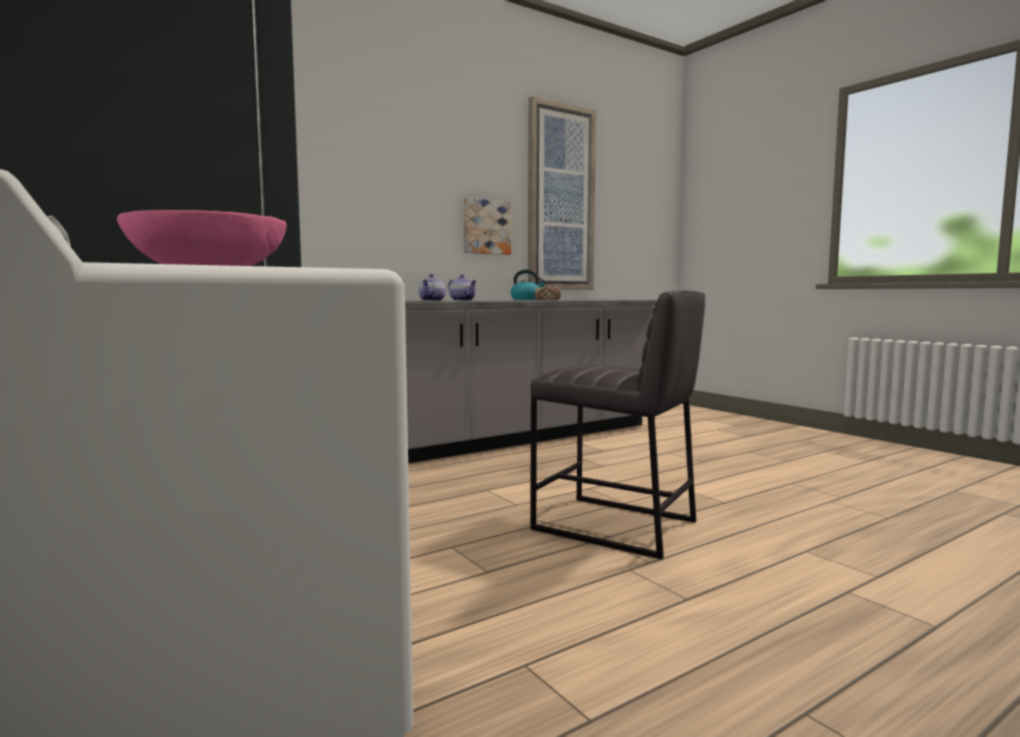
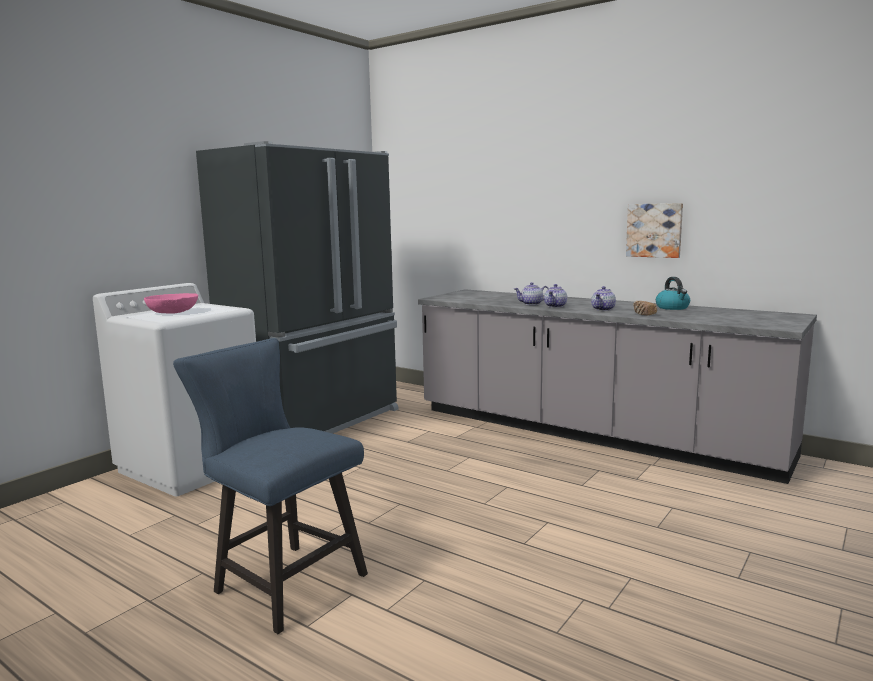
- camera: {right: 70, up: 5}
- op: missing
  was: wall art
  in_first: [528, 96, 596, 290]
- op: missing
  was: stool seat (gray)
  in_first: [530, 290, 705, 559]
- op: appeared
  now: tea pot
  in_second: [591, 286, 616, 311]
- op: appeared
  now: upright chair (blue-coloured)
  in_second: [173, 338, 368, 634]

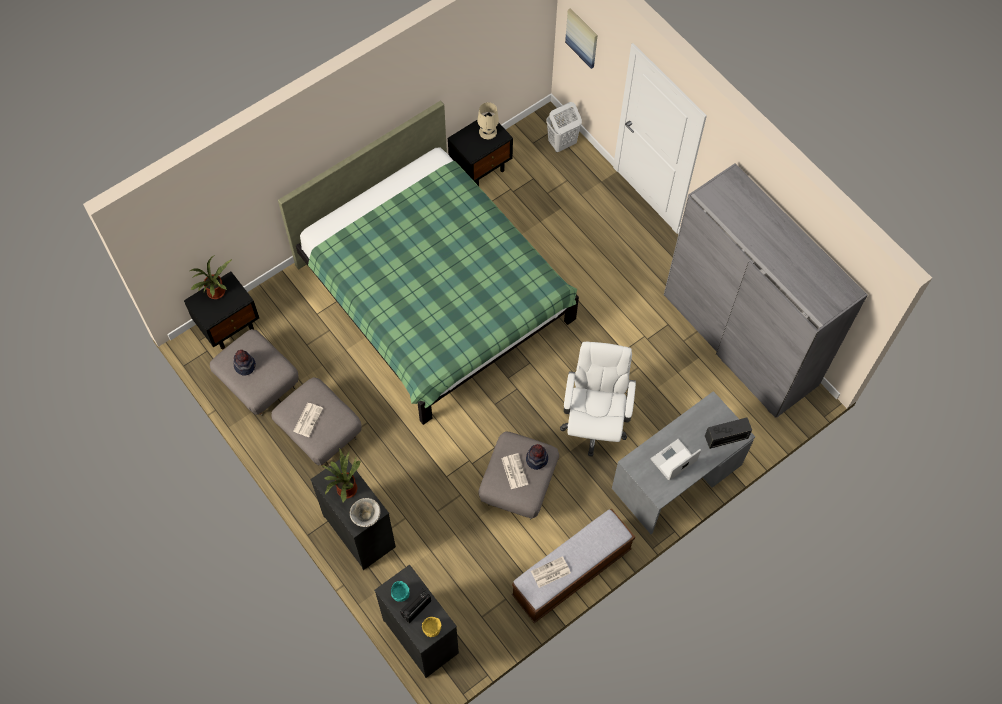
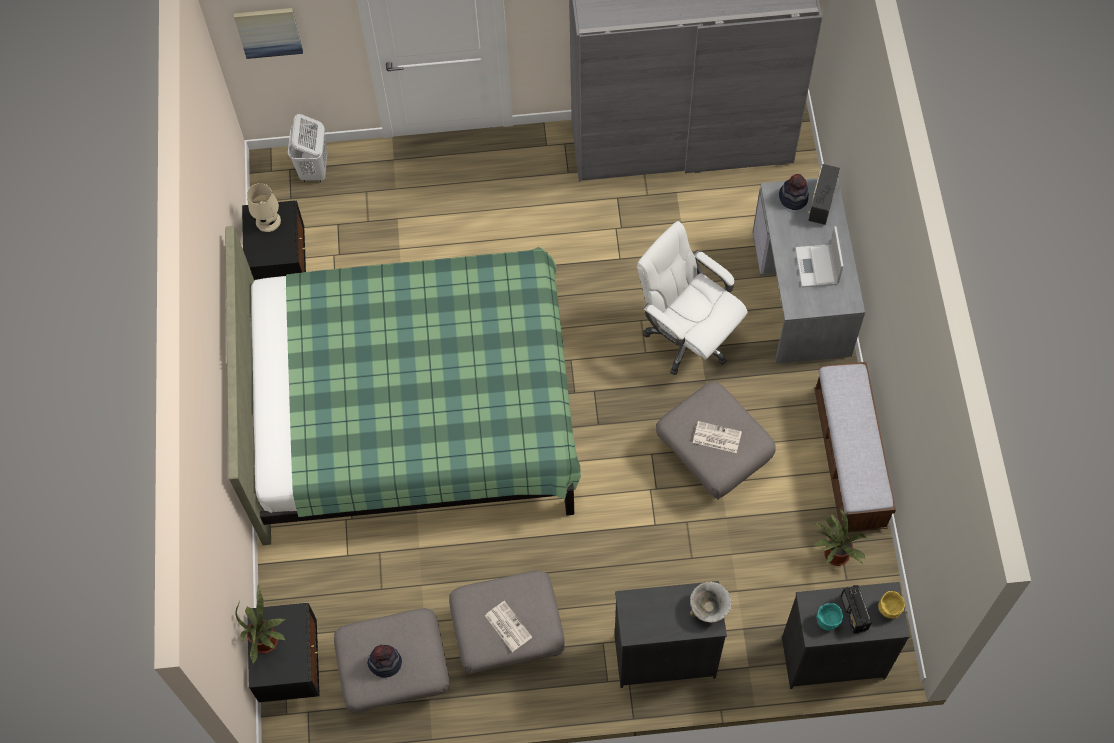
- camera: {right: -55, up: 0}
- op: relocated
  was: wearable hat
  in_first: [526, 444, 548, 470]
  in_second: [779, 174, 809, 210]
- op: relocated
  was: plant in a pot
  in_first: [322, 448, 361, 502]
  in_second: [813, 508, 867, 566]
- op: missing
  was: newspaper
  in_first: [531, 556, 571, 588]

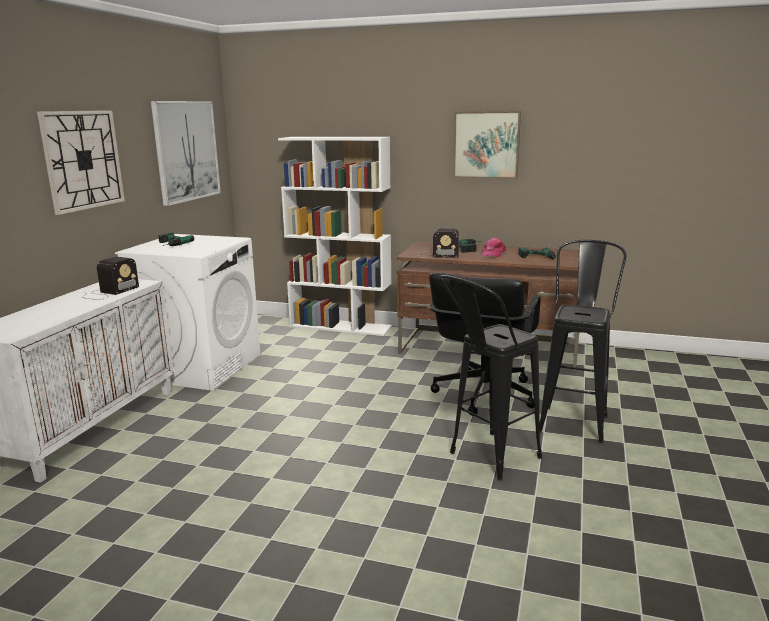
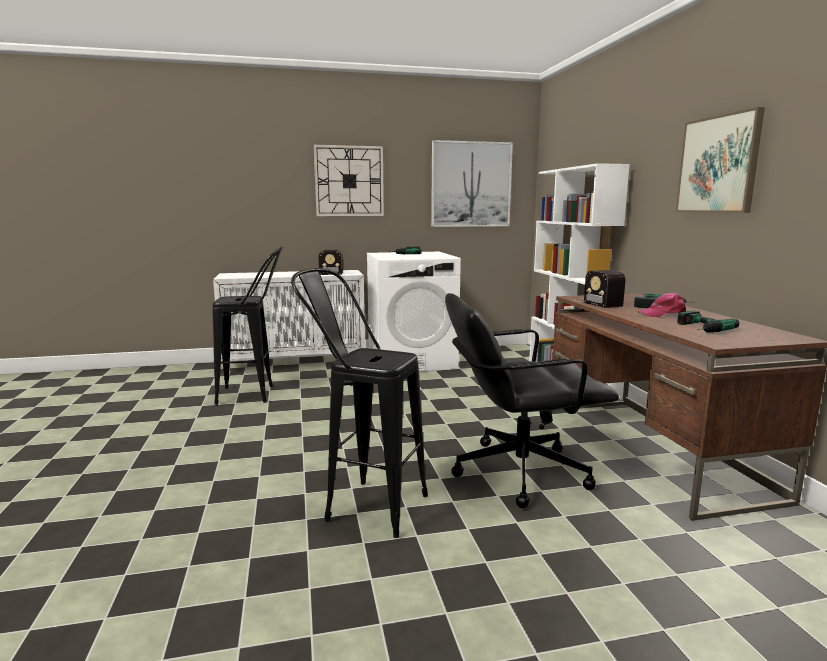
- camera: {right: 60, up: -5}
- op: relocated
  was: stool seat (black-coloured)
  in_first: [540, 240, 626, 443]
  in_second: [212, 246, 284, 405]

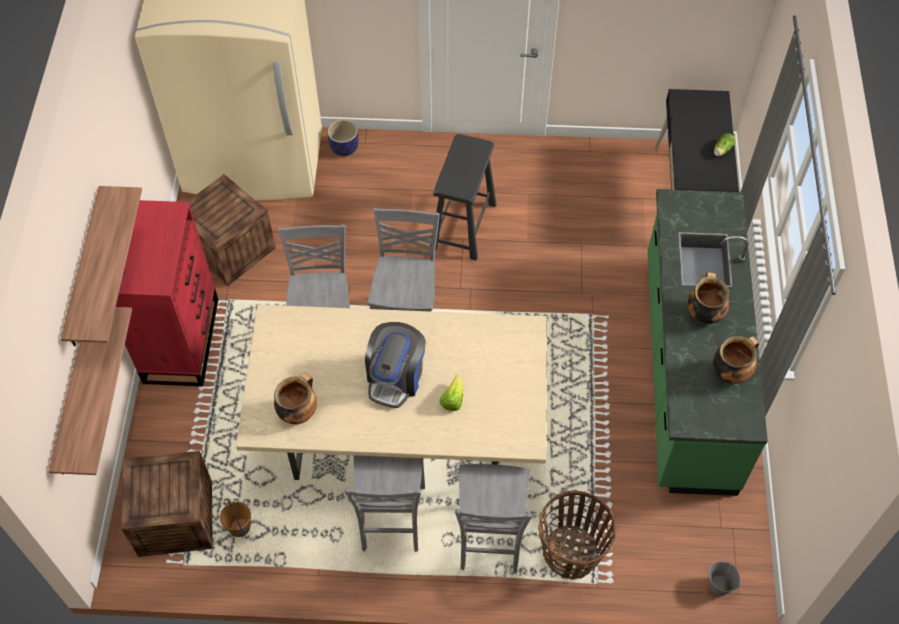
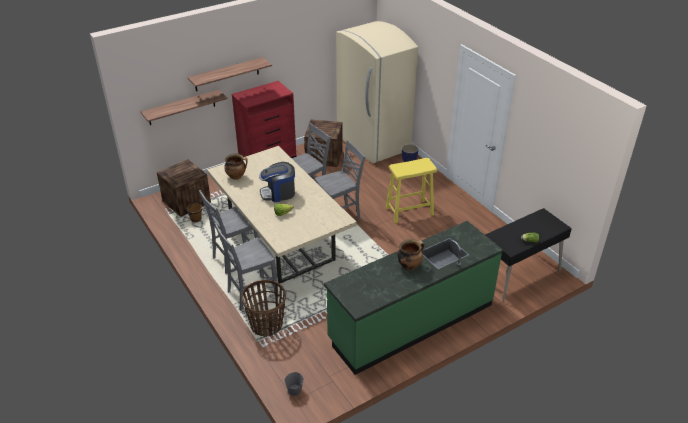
- camera: {right: 55, up: -20}
- op: colour
  was: stool seat (black-coloured)
  now: stool seat (yellow)
  in_first: [430, 134, 496, 261]
  in_second: [386, 158, 437, 223]
- op: missing
  was: saucepot
  in_first: [713, 336, 759, 384]

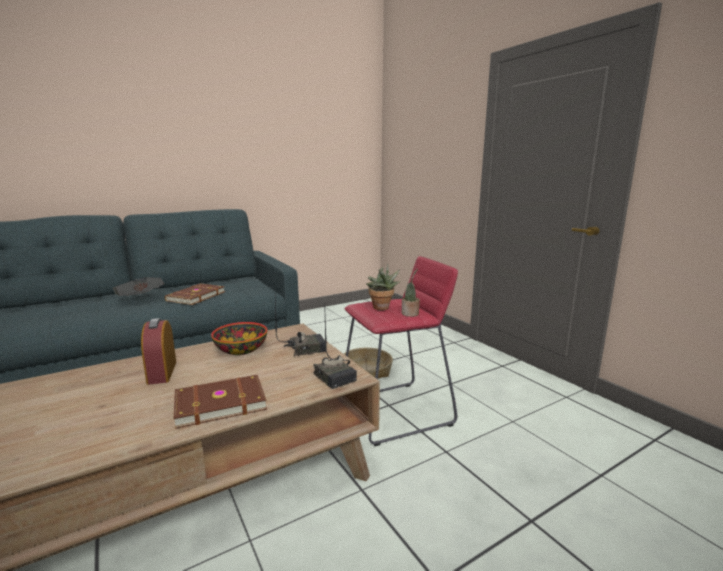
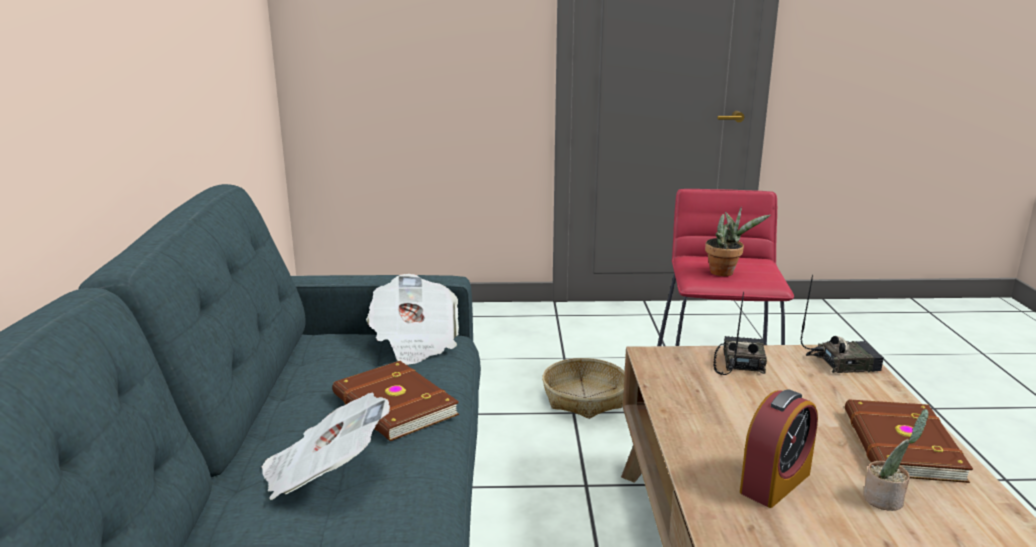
- camera: {right: -60, up: 5}
- op: relocated
  was: plant in a pot
  in_first: [401, 269, 420, 317]
  in_second: [863, 409, 929, 511]
- op: spun
  was: bedside clock
  in_first: [141, 318, 176, 385]
  in_second: [740, 390, 818, 508]
  clockwise: -60
- op: missing
  was: serving bowl
  in_first: [211, 322, 268, 355]
- op: appeared
  now: newspaper
  in_second: [366, 274, 459, 365]

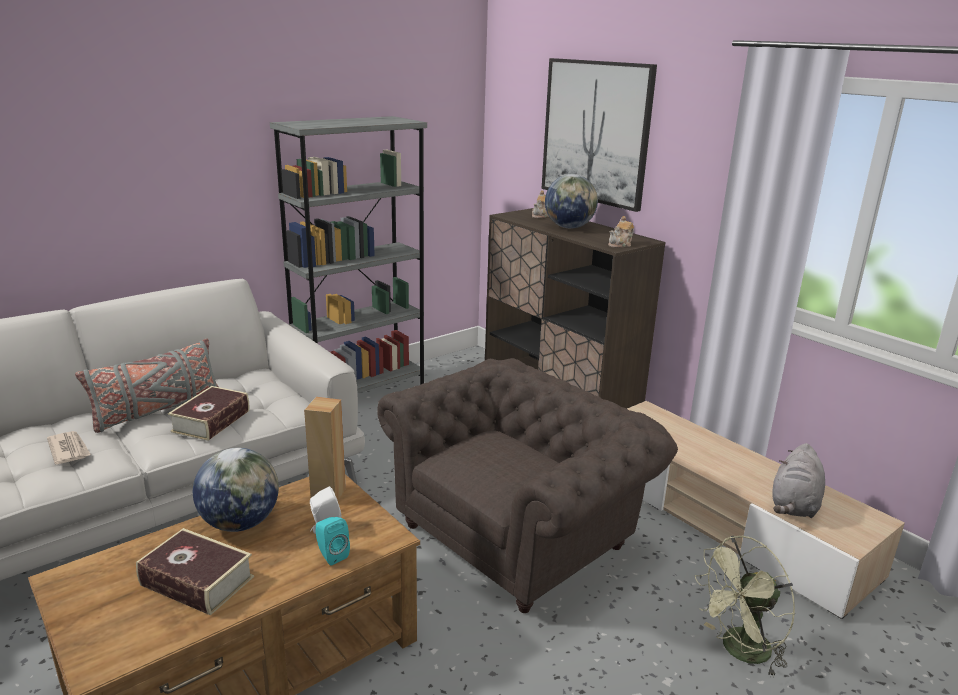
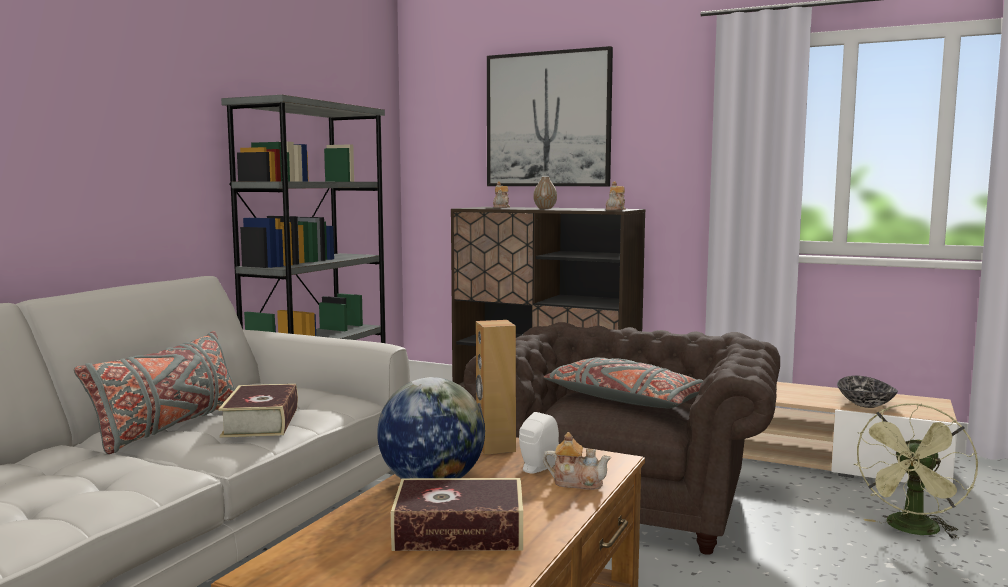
- camera: {right: -25, up: -15}
- op: exchanged
  was: desk globe
  now: vase
  in_first: [545, 174, 598, 229]
  in_second: [533, 177, 557, 209]
- op: missing
  was: newspaper
  in_first: [47, 431, 91, 465]
- op: exchanged
  was: plush toy (gray)
  now: serving bowl
  in_first: [772, 443, 825, 518]
  in_second: [837, 376, 898, 408]
- op: exchanged
  was: audio speaker (blue-green)
  now: tea pot
  in_first: [316, 517, 350, 565]
  in_second: [543, 432, 611, 490]
- op: appeared
  now: cushion (gray)
  in_second: [544, 357, 703, 409]

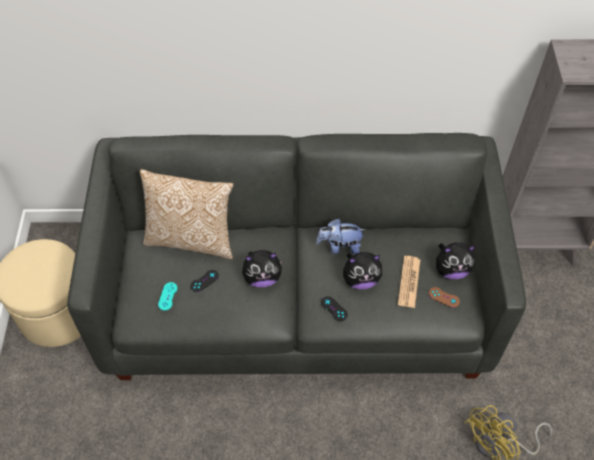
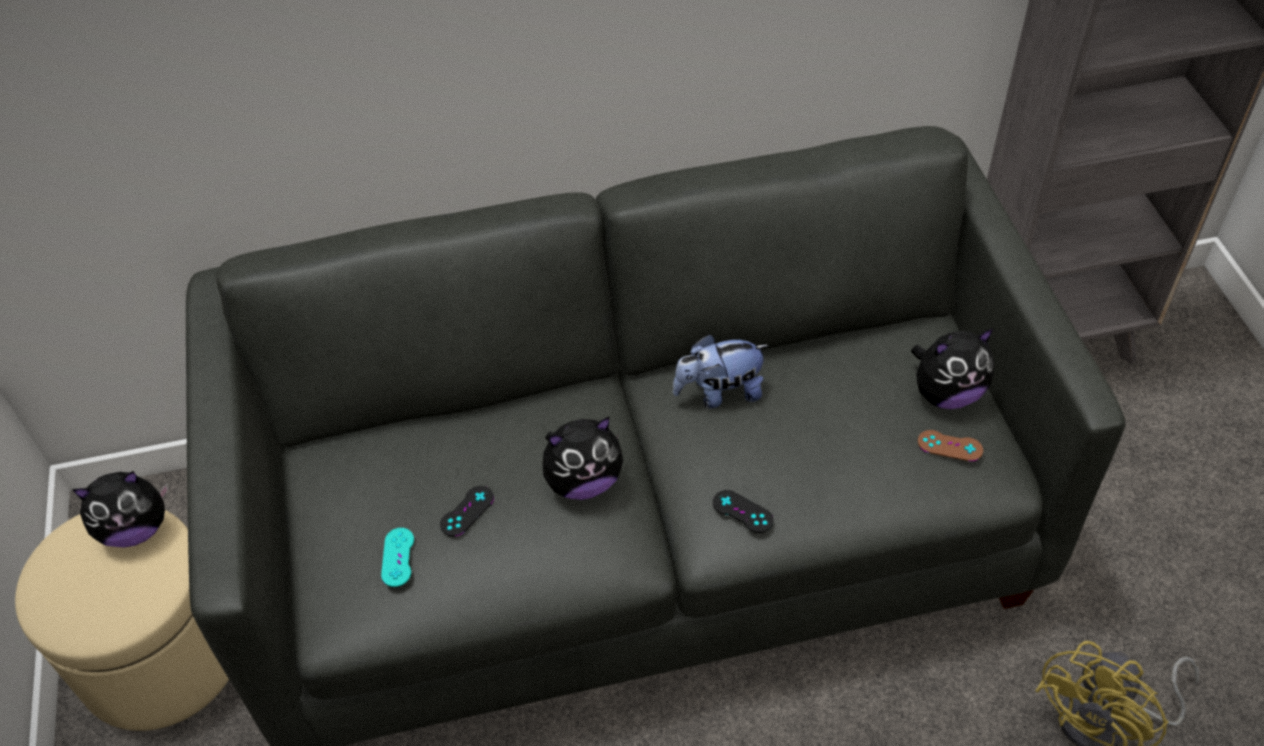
- camera: {right: -10, up: -5}
- op: missing
  was: cushion
  in_first: [140, 169, 234, 259]
- op: relocated
  was: plush toy
  in_first: [343, 252, 382, 289]
  in_second: [72, 471, 169, 547]
- op: missing
  was: newspaper
  in_first: [398, 256, 420, 308]

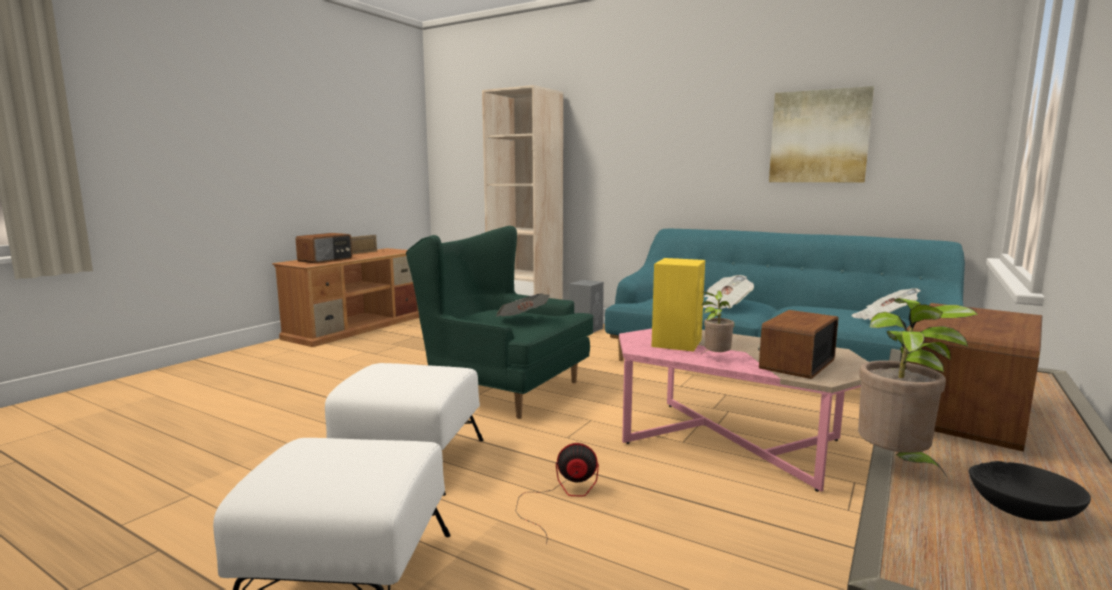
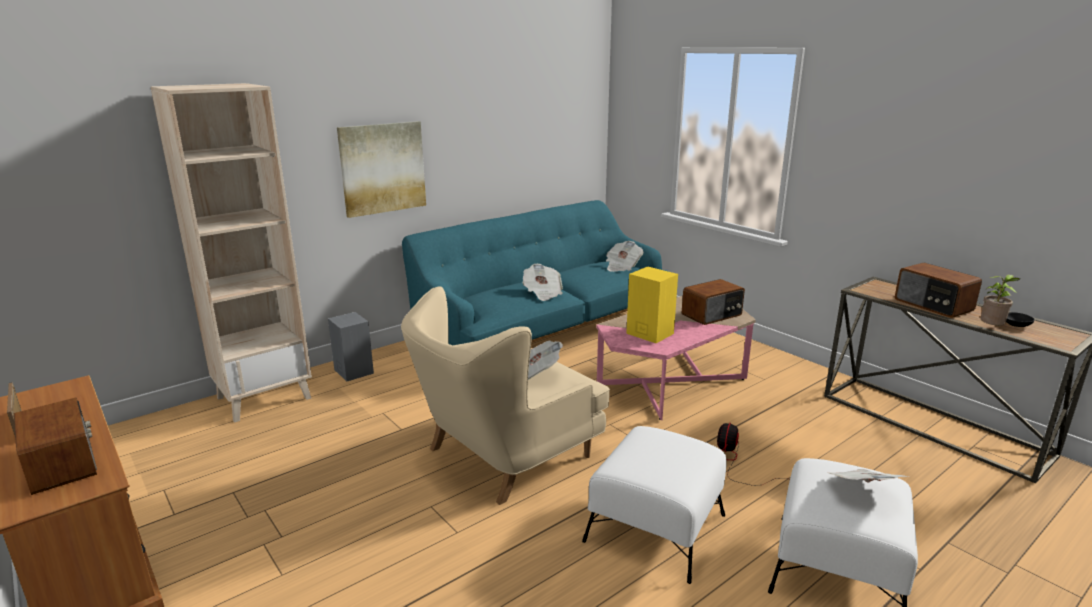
- camera: {right: -70, up: 10}
- op: relocated
  was: wall art
  in_first: [769, 86, 874, 182]
  in_second: [337, 121, 426, 218]
- op: colour
  was: easy chair (greenish)
  now: easy chair (beige)
  in_first: [406, 226, 594, 419]
  in_second: [401, 286, 610, 505]
- op: missing
  was: plant in a pot
  in_first: [702, 291, 734, 352]
- op: spun
  was: radio set
  in_first: [758, 310, 838, 379]
  in_second: [682, 279, 745, 325]
  clockwise: -90
- op: appeared
  now: newspaper
  in_second: [828, 469, 909, 483]

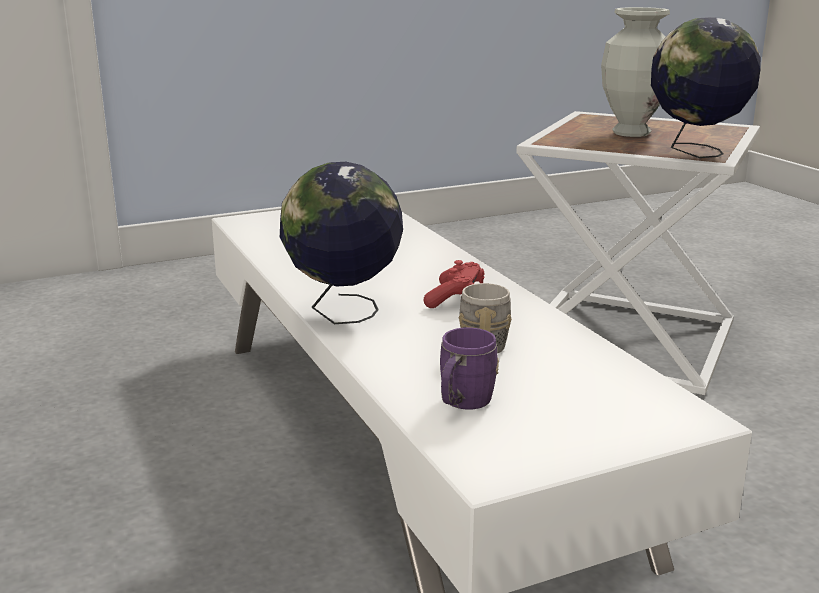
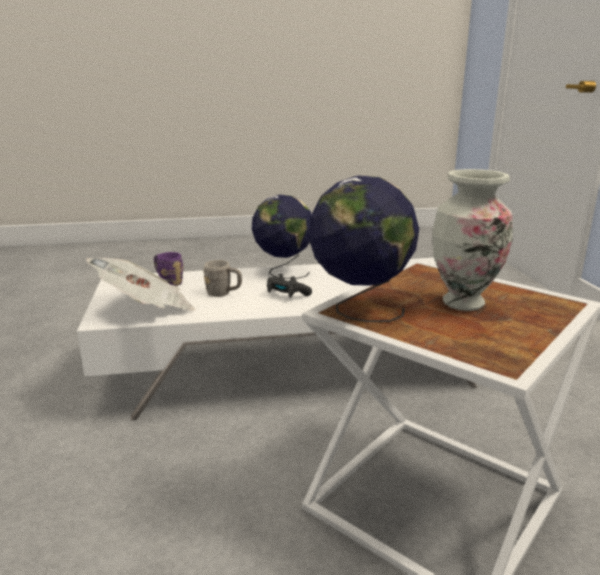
- camera: {right: 105, up: 0}
- op: colour
  was: gamepad (red)
  now: gamepad (black-coloured)
  in_first: [423, 260, 484, 308]
  in_second: [267, 274, 312, 298]
- op: appeared
  now: newspaper
  in_second: [86, 258, 196, 310]

